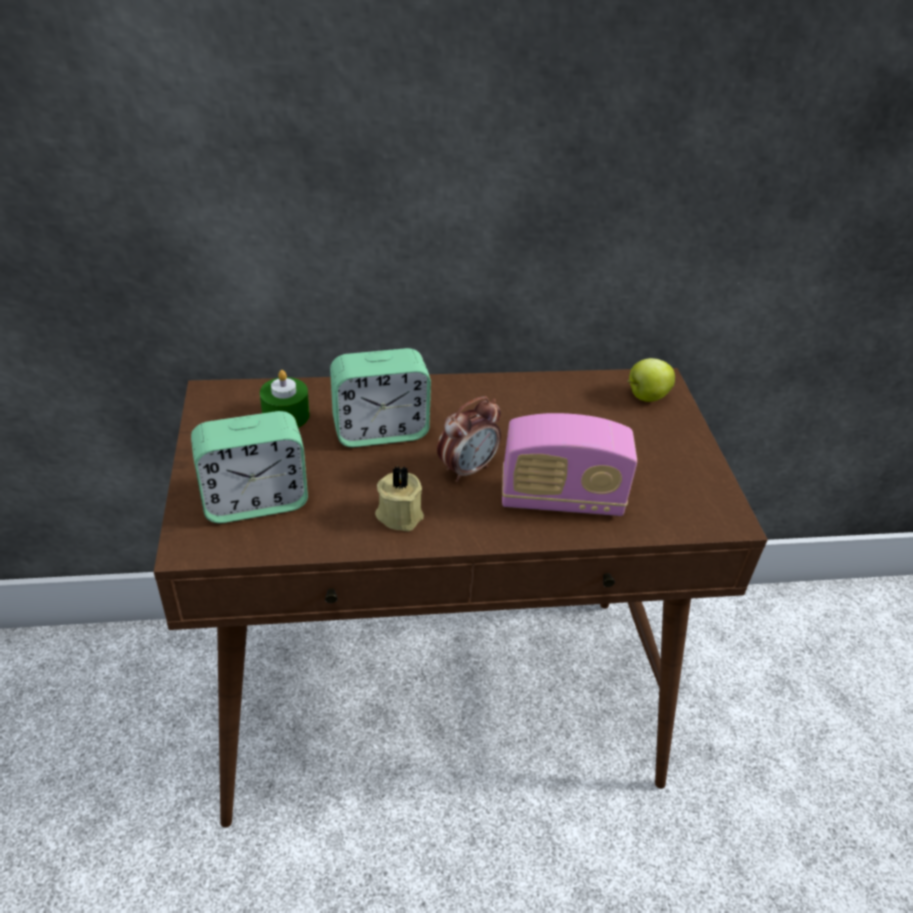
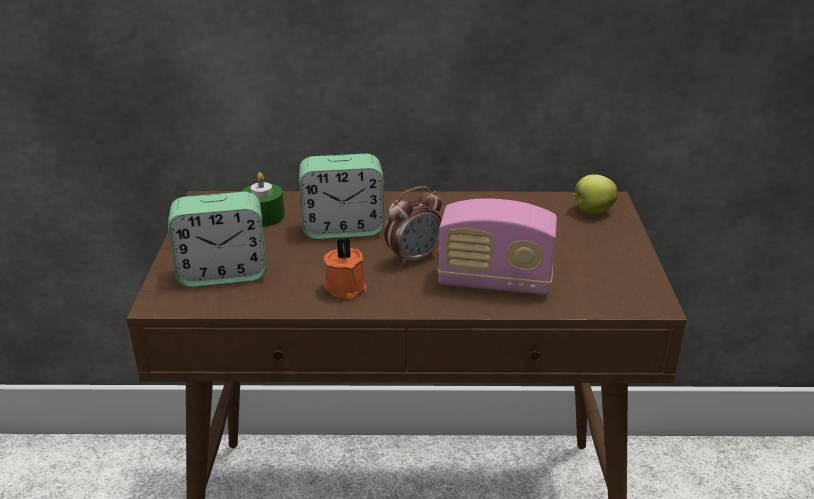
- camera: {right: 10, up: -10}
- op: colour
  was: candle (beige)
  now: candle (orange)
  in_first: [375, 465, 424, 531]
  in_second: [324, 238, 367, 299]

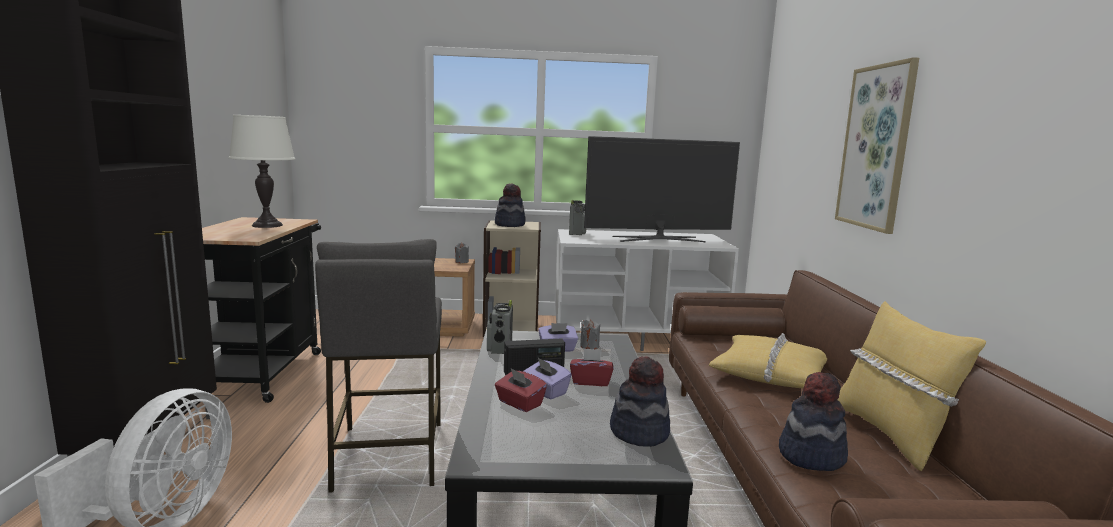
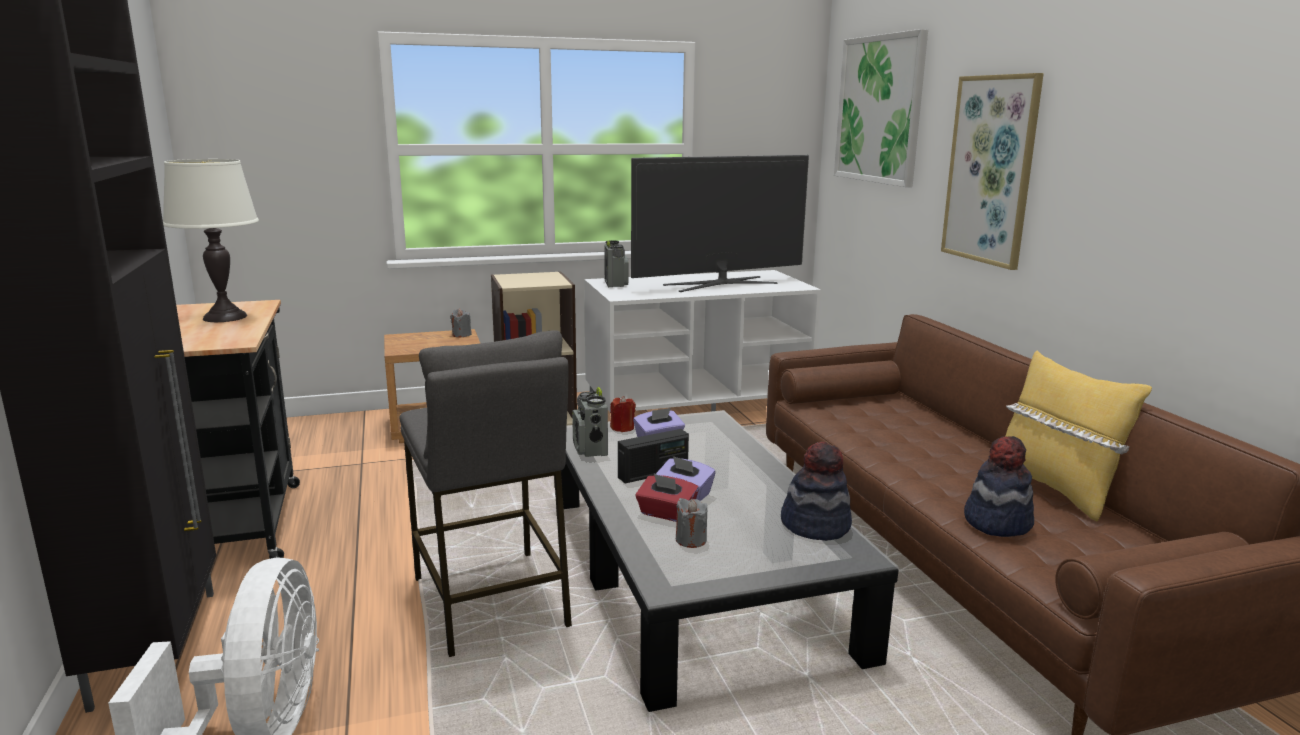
- camera: {right: -15, up: 5}
- op: missing
  was: wearable hat
  in_first: [495, 183, 526, 227]
- op: relocated
  was: candle (gray)
  in_first: [580, 320, 600, 349]
  in_second: [676, 498, 707, 548]
- op: missing
  was: cushion (yellow)
  in_first: [709, 333, 827, 389]
- op: missing
  was: tissue holder (red)
  in_first: [570, 348, 614, 386]
- op: appeared
  now: wall art
  in_second: [834, 29, 928, 187]
- op: appeared
  now: candle (red)
  in_second: [610, 396, 636, 432]

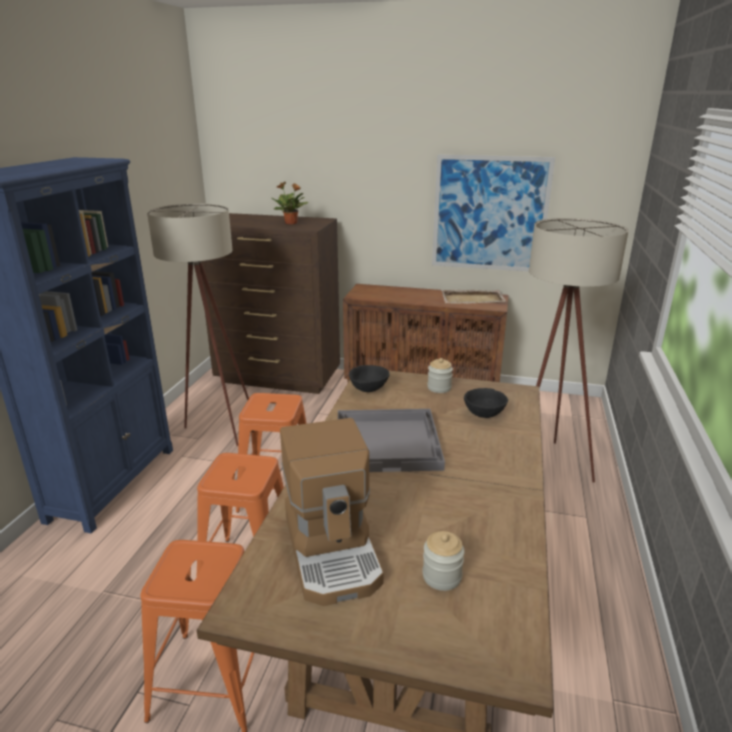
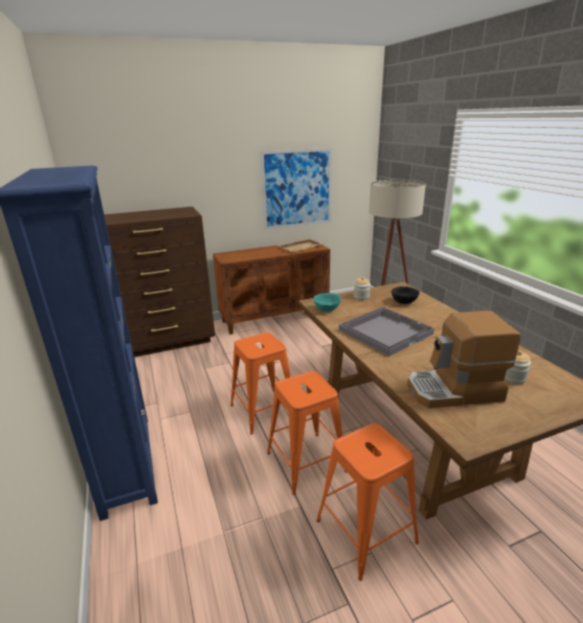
- camera: {right: -35, up: 0}
- op: missing
  was: plant in a pot
  in_first: [272, 182, 309, 225]
- op: missing
  was: floor lamp (beige)
  in_first: [147, 203, 249, 446]
- op: colour
  was: serving bowl (black-coloured)
  now: serving bowl (blue-green)
  in_first: [349, 365, 390, 392]
  in_second: [314, 293, 341, 312]
- op: spun
  was: coffee maker
  in_first: [280, 418, 384, 606]
  in_second: [407, 311, 521, 408]
  clockwise: 135

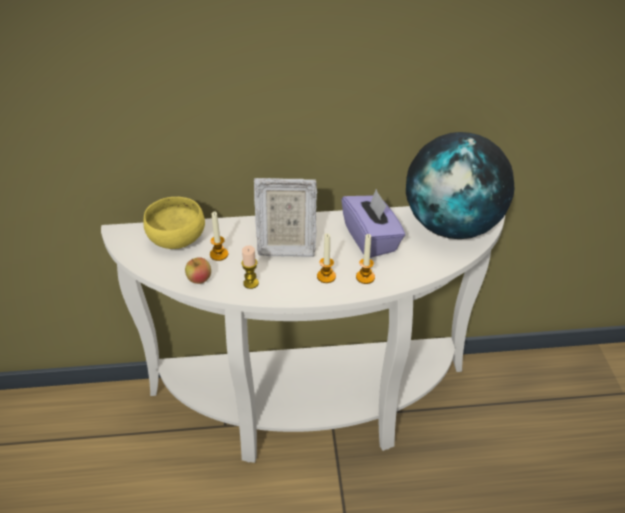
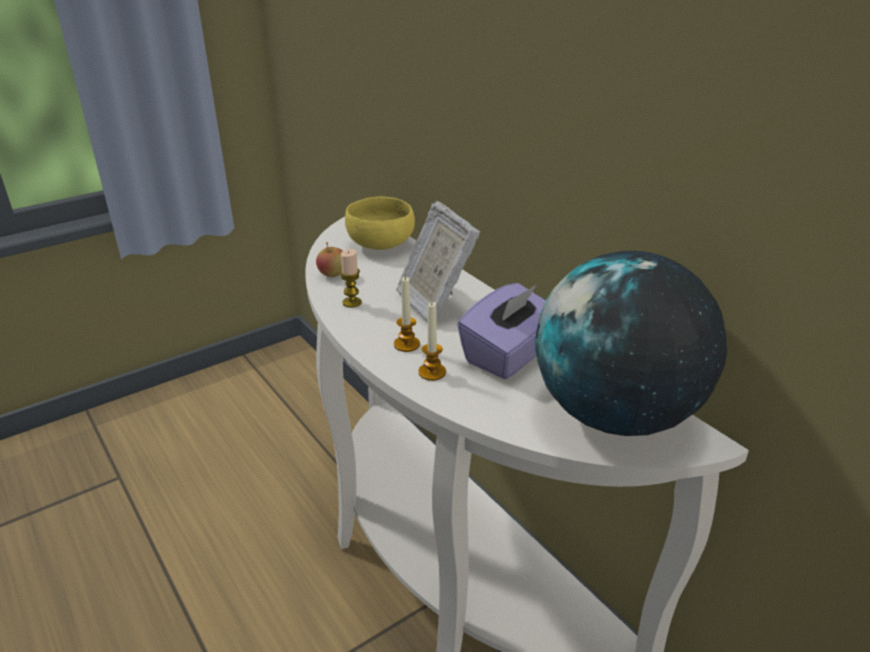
- camera: {right: 60, up: -10}
- op: missing
  was: candle
  in_first: [210, 212, 228, 261]

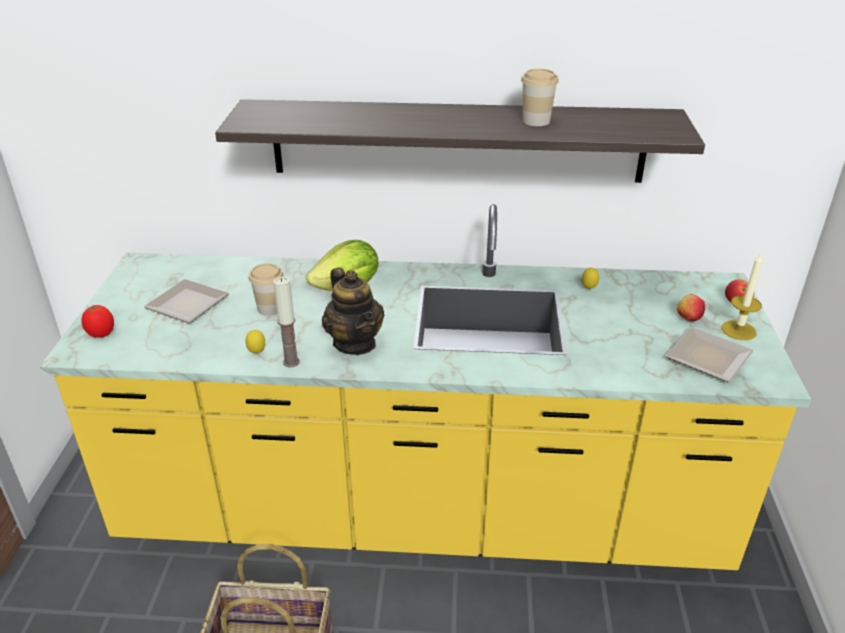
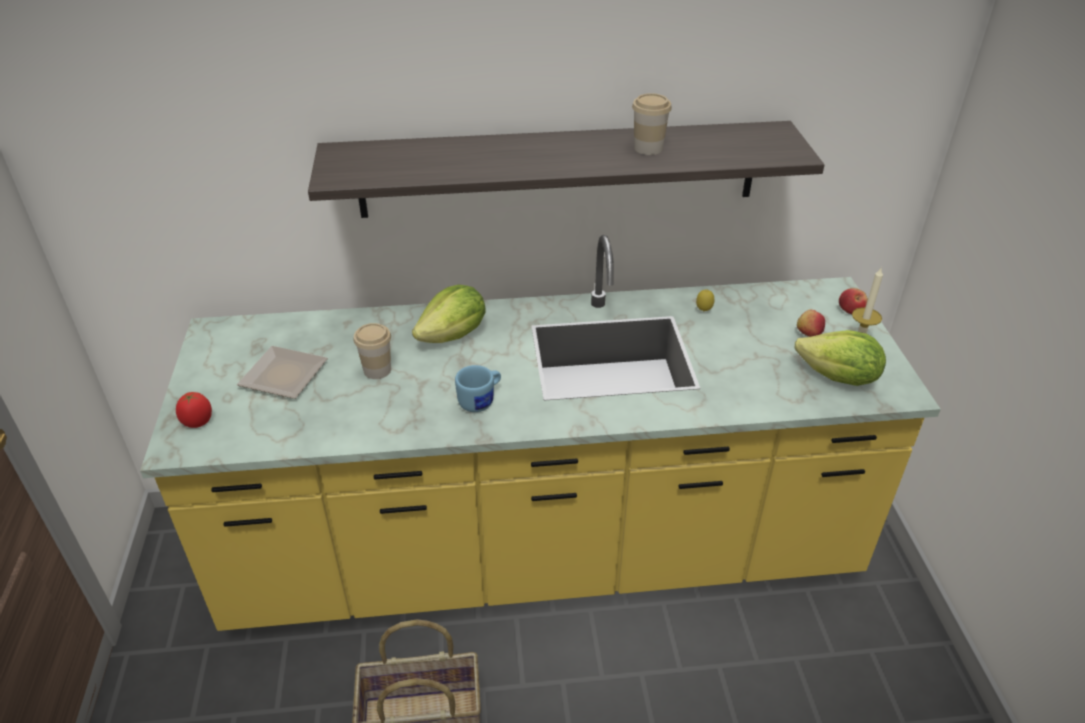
- camera: {right: -10, up: 5}
- op: exchanged
  was: tea pot
  now: tea mug (blue-coloured)
  in_first: [322, 267, 384, 355]
  in_second: [455, 365, 501, 412]
- op: missing
  was: candle
  in_first: [273, 277, 300, 367]
- op: exchanged
  was: dinner plate
  now: head of lettuce
  in_first: [665, 327, 753, 382]
  in_second: [795, 330, 886, 386]
- op: missing
  was: whole lemon
  in_first: [245, 330, 265, 353]

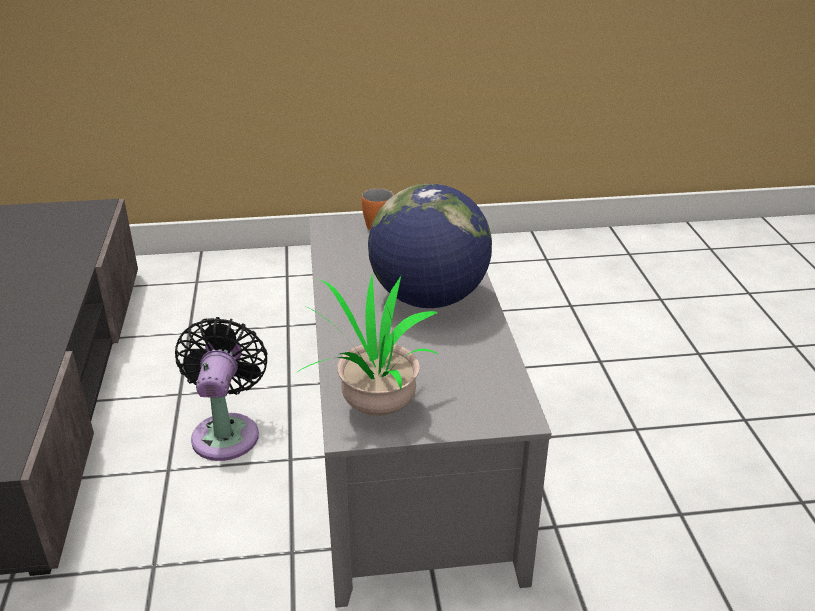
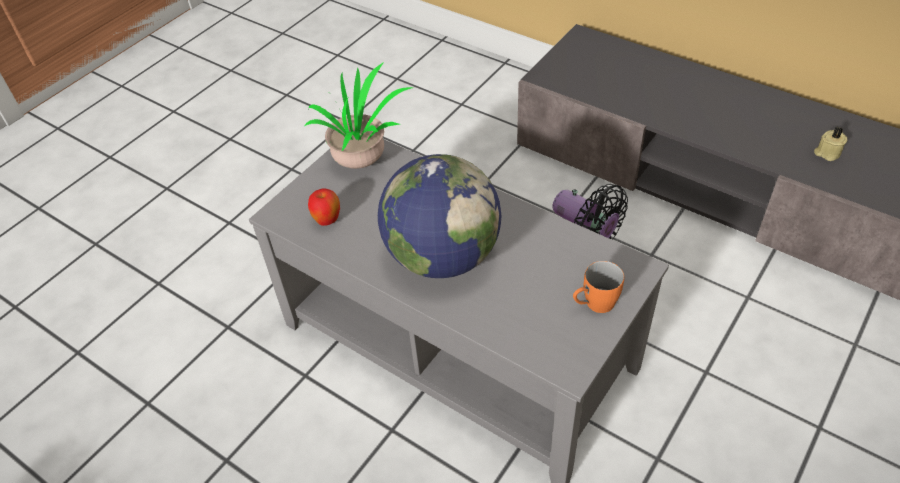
- camera: {right: 135, up: 15}
- op: appeared
  now: candle (beige)
  in_second: [814, 126, 848, 161]
- op: appeared
  now: apple fruit
  in_second: [308, 189, 340, 226]

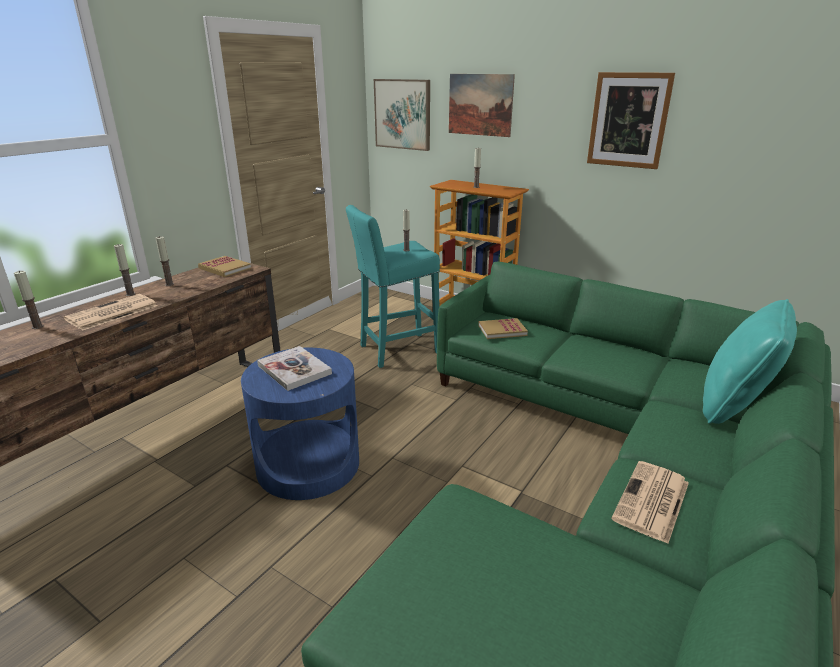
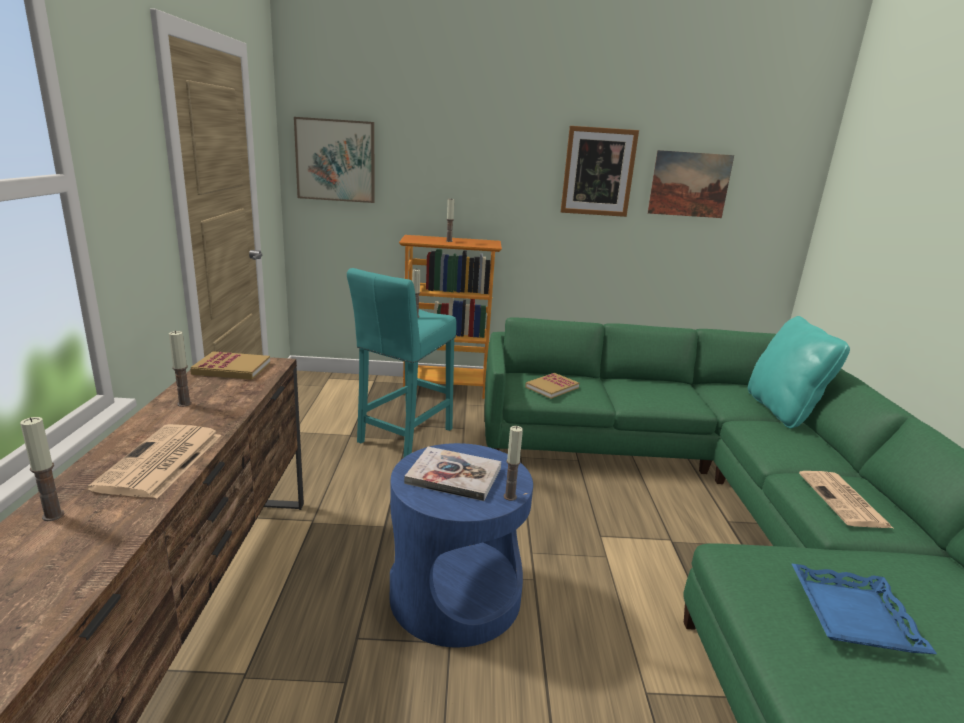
- camera: {right: -35, up: -5}
- op: relocated
  was: wall art
  in_first: [449, 74, 515, 137]
  in_second: [647, 150, 734, 218]
- op: relocated
  was: candle
  in_first: [114, 244, 135, 296]
  in_second: [504, 426, 523, 501]
- op: appeared
  now: carrying tray (blue-coloured)
  in_second: [792, 564, 937, 654]

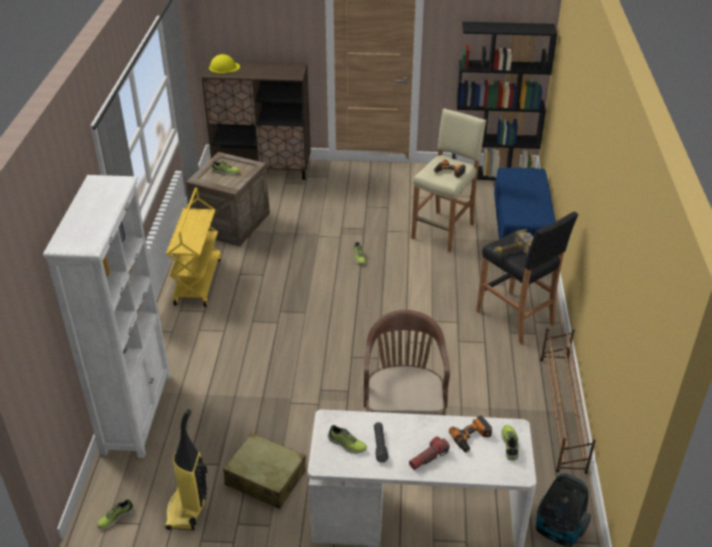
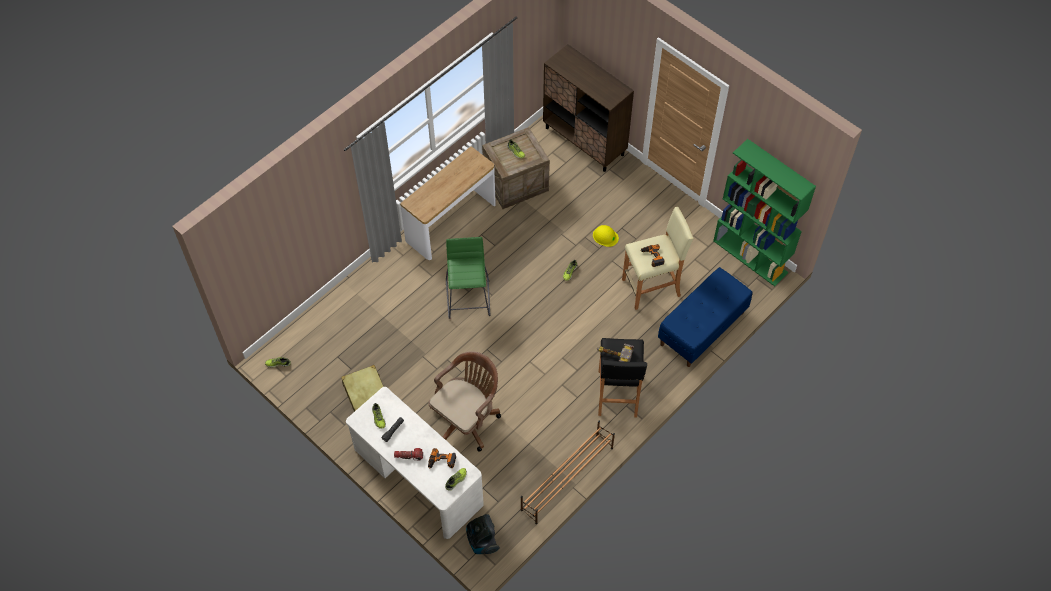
- camera: {right: 40, up: 20}
- op: colour
  was: bookcase (black-coloured)
  now: bookcase (greenish)
  in_first: [452, 22, 557, 180]
  in_second: [713, 139, 816, 286]
- op: relocated
  was: hard hat (yellow)
  in_first: [209, 54, 240, 73]
  in_second: [593, 225, 619, 247]
- op: missing
  was: bookcase (white-coloured)
  in_first: [43, 175, 171, 458]
- op: exchanged
  was: trolley (yellow)
  now: hall table
  in_first: [166, 188, 221, 307]
  in_second: [400, 146, 496, 260]
- op: missing
  was: hoover
  in_first: [165, 409, 207, 530]
- op: appeared
  now: stool seat (greenish)
  in_second: [446, 237, 491, 319]

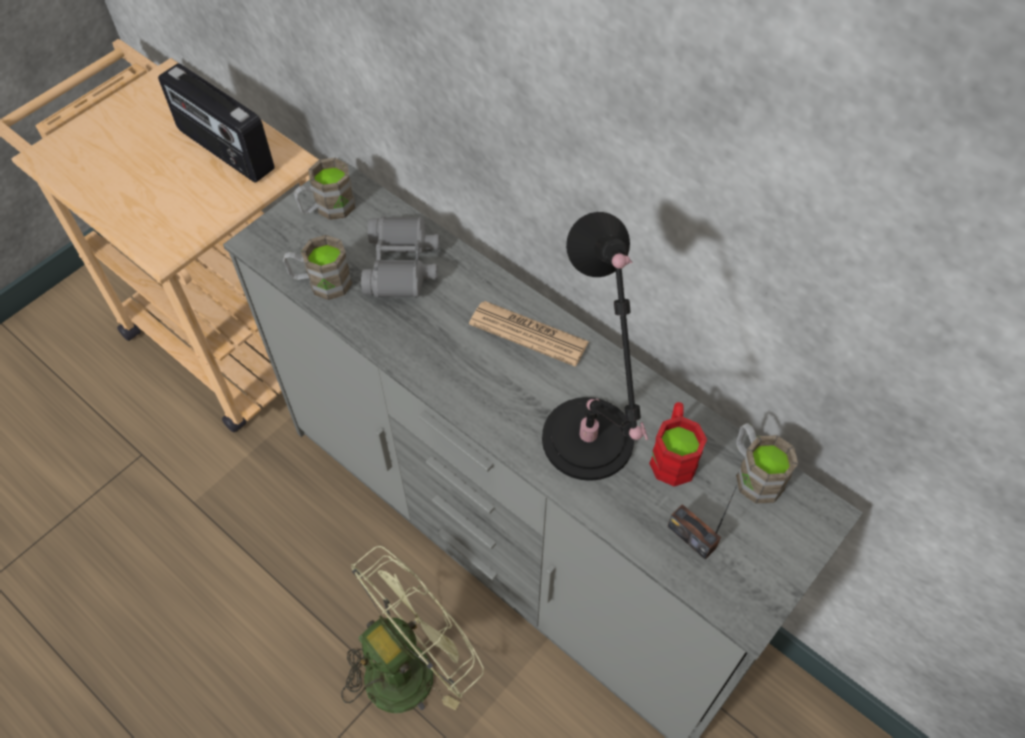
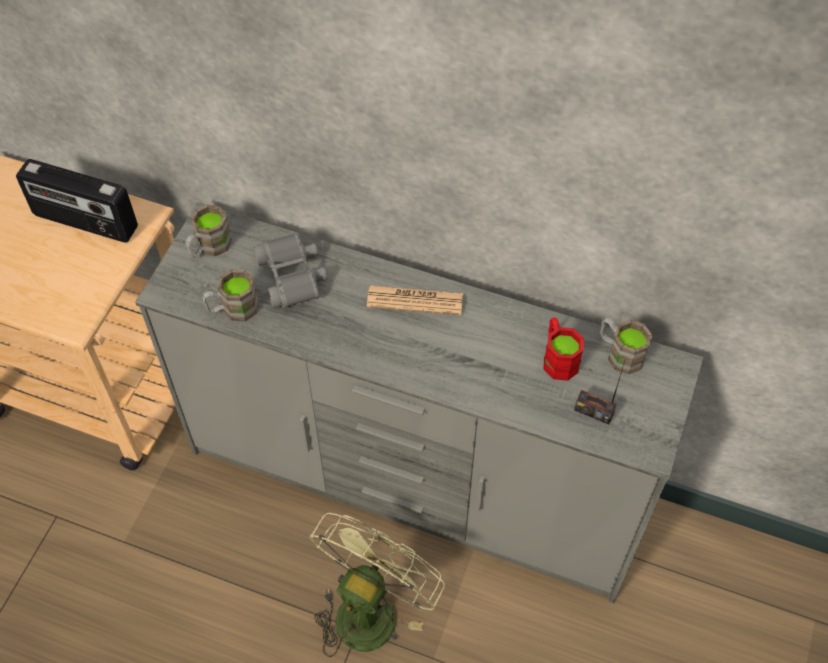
- camera: {right: -20, up: 0}
- op: missing
  was: tabletop lamp (black-coloured)
  in_first: [542, 212, 649, 481]

